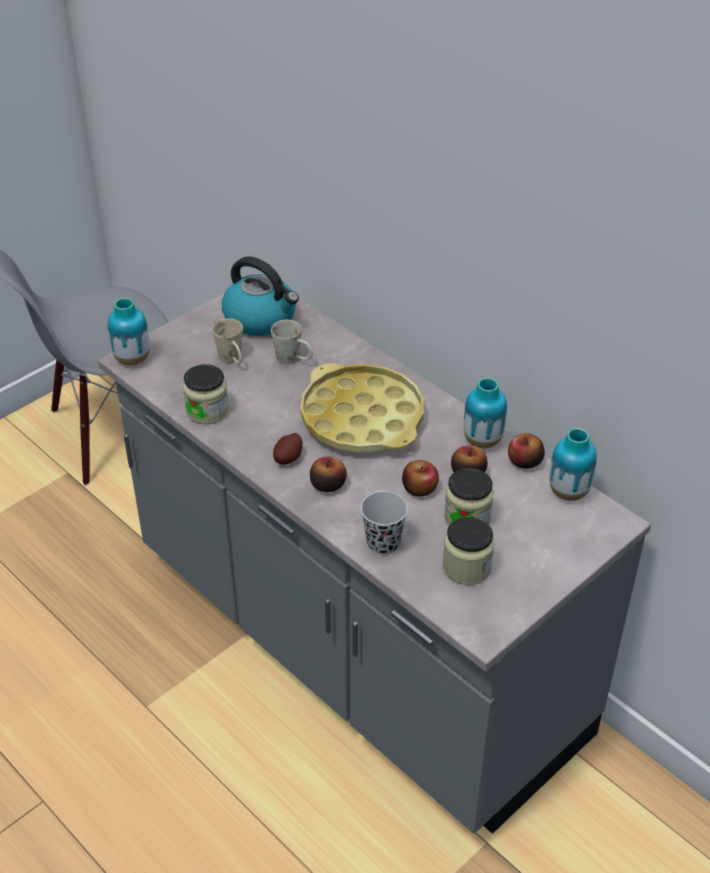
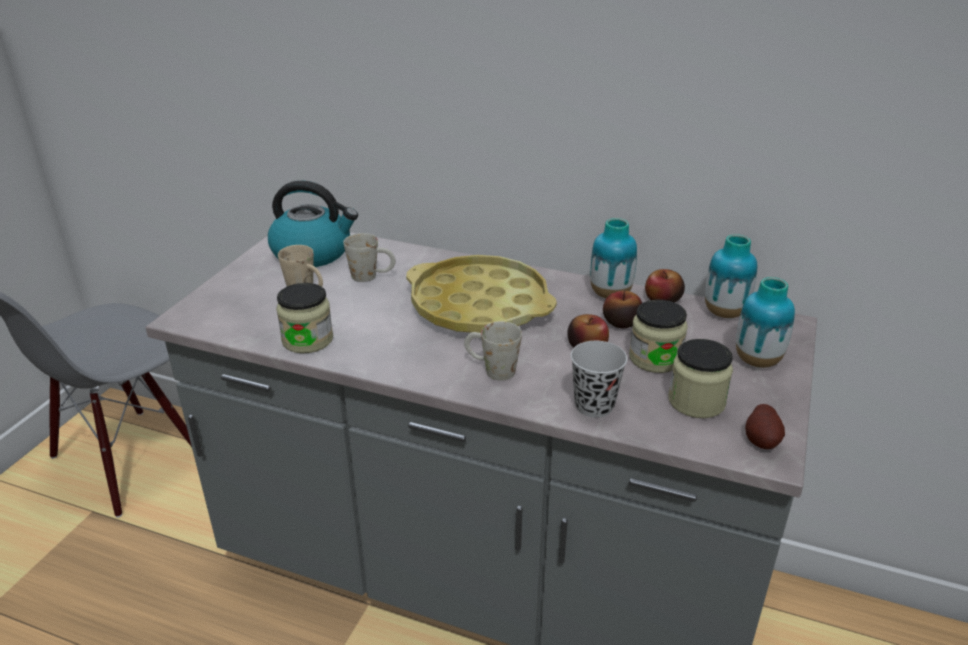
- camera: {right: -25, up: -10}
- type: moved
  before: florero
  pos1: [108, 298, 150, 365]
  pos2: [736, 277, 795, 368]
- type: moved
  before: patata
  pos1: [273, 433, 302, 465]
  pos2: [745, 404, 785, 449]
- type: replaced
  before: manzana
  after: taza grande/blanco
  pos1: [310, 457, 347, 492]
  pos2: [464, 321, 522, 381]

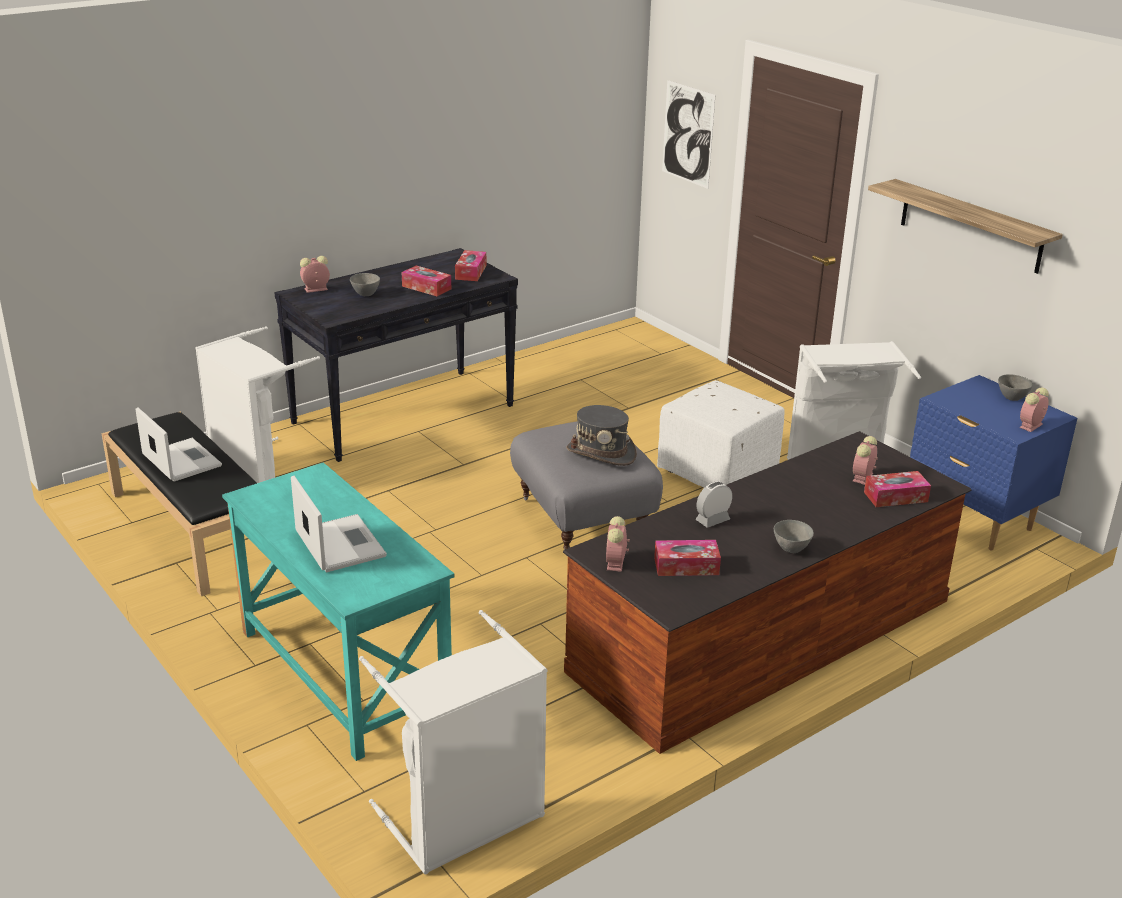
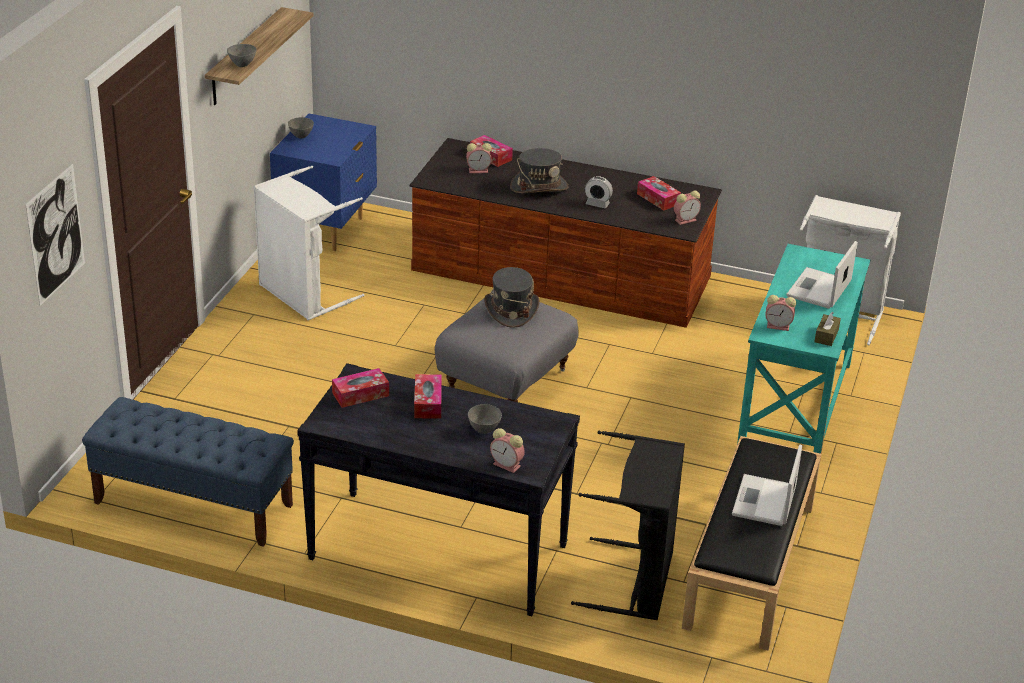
- camera: {right: -125, up: 5}
- type: removed
  before: puf/blanco
  pos1: [657, 380, 785, 488]
- type: added
  after: banco/azul
  pos2: [82, 397, 294, 547]
- type: added
  after: sombrero/gris
  pos2: [510, 148, 569, 193]
- type: added
  after: caja de pañuelos/marrón
  pos2: [814, 312, 841, 346]
- type: moved
  before: cuenco/gris
  pos1: [774, 520, 814, 553]
  pos2: [227, 44, 257, 67]
- type: moved
  before: despertador
  pos1: [1019, 387, 1049, 432]
  pos2: [765, 295, 796, 331]
- type: recoloured
  before: cesto de la ropa/blanco
  after: cesto de la ropa/negro
  pos1: [195, 327, 320, 483]
  pos2: [571, 431, 685, 620]

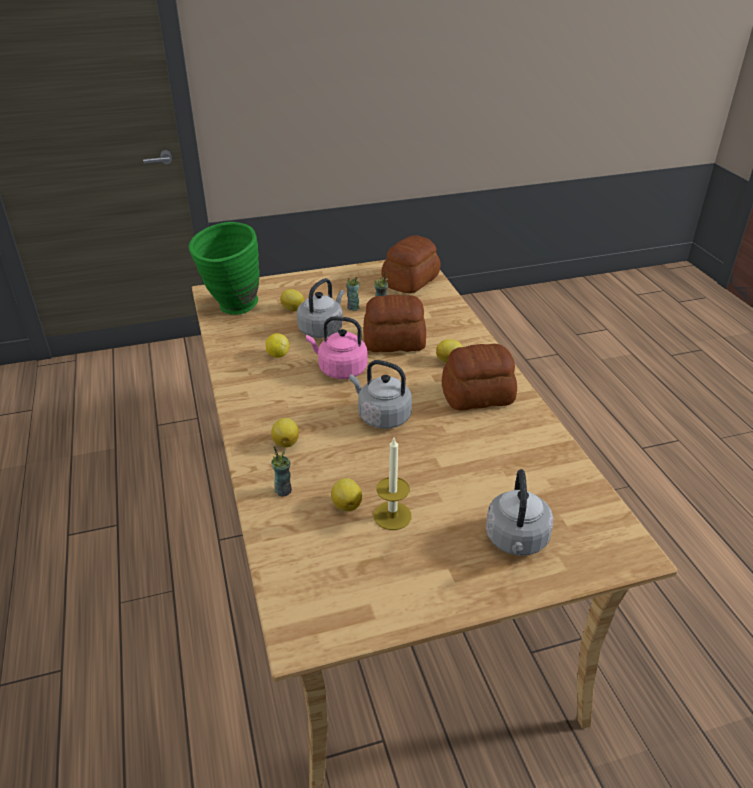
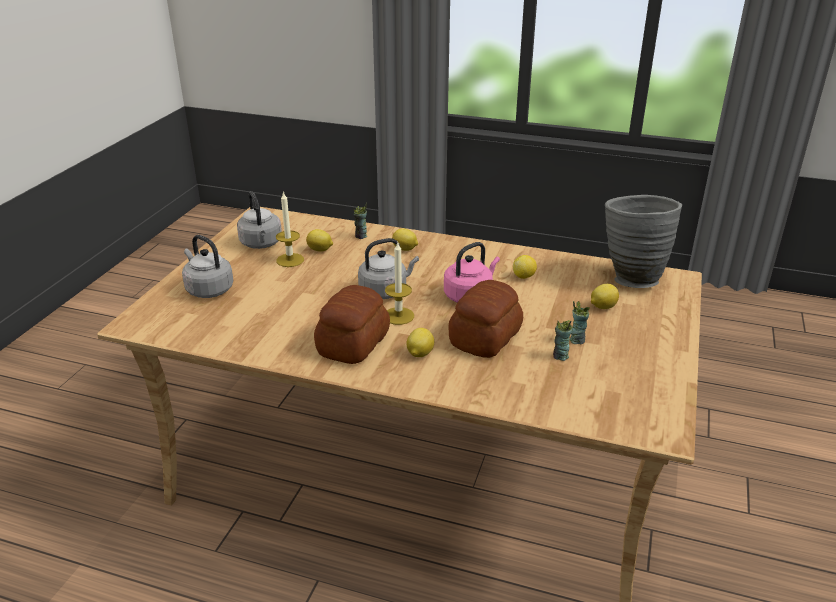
- camera: {right: 125, up: -5}
- type: removed
  before: pan
  pos1: [381, 235, 440, 293]
- type: added
  after: vela
  pos2: [385, 243, 414, 325]
- type: moved
  before: hervidor/gris
  pos1: [297, 278, 345, 338]
  pos2: [237, 191, 282, 249]
- type: recoloured
  before: florero/verde
  after: florero/gris
  pos1: [189, 222, 260, 315]
  pos2: [605, 195, 682, 288]

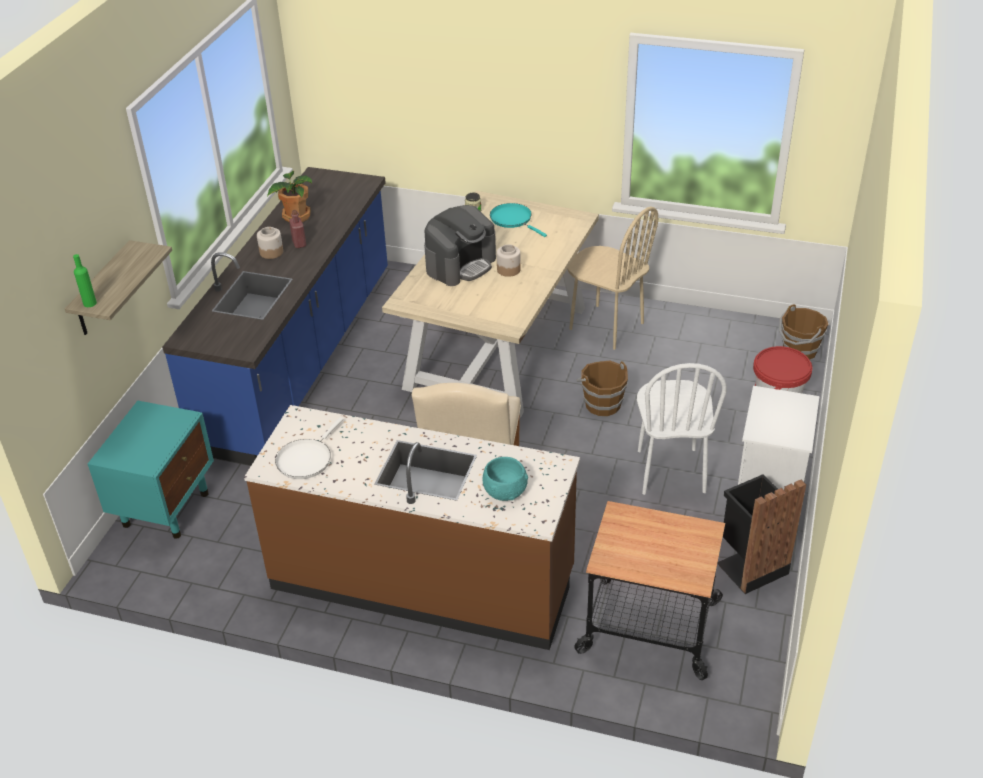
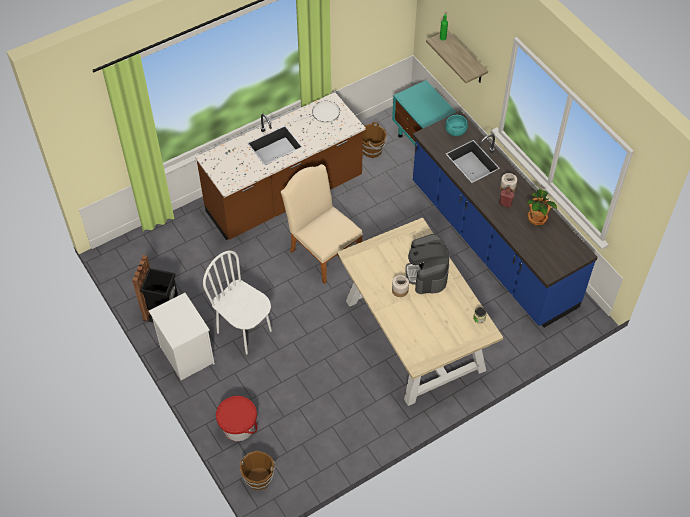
- camera: {right: 130, up: 15}
- type: removed
  before: sartén/turquesa
  pos1: [490, 203, 547, 237]
- type: removed
  before: silla/beis
  pos1: [567, 207, 658, 350]
- type: removed
  before: carrito
  pos1: [574, 501, 725, 680]
- type: moved
  before: cuenco/turquesa
  pos1: [482, 457, 528, 501]
  pos2: [445, 115, 468, 136]
- type: moved
  before: cubo/marrón
  pos1: [576, 361, 628, 416]
  pos2: [363, 122, 387, 158]
- type: turned
  before: sartén/blanco
  pos1: [275, 417, 344, 479]
  pos2: [293, 101, 340, 123]
  turn: 90

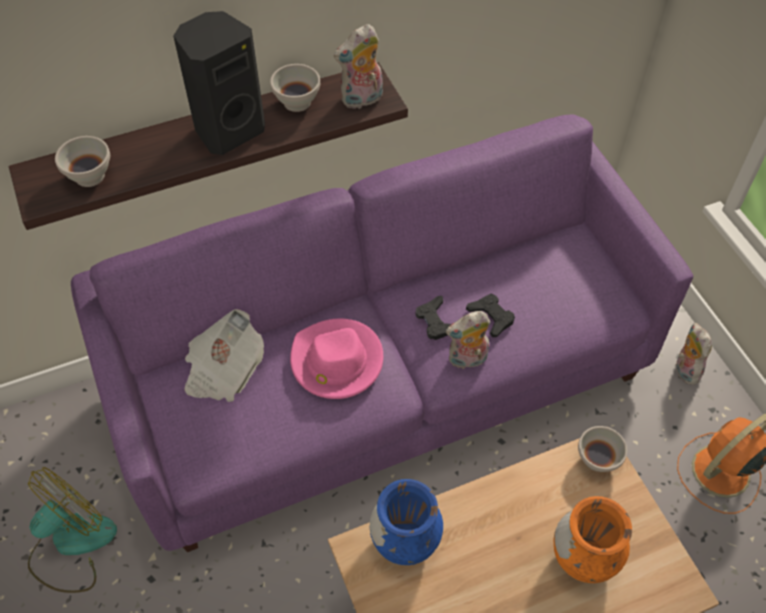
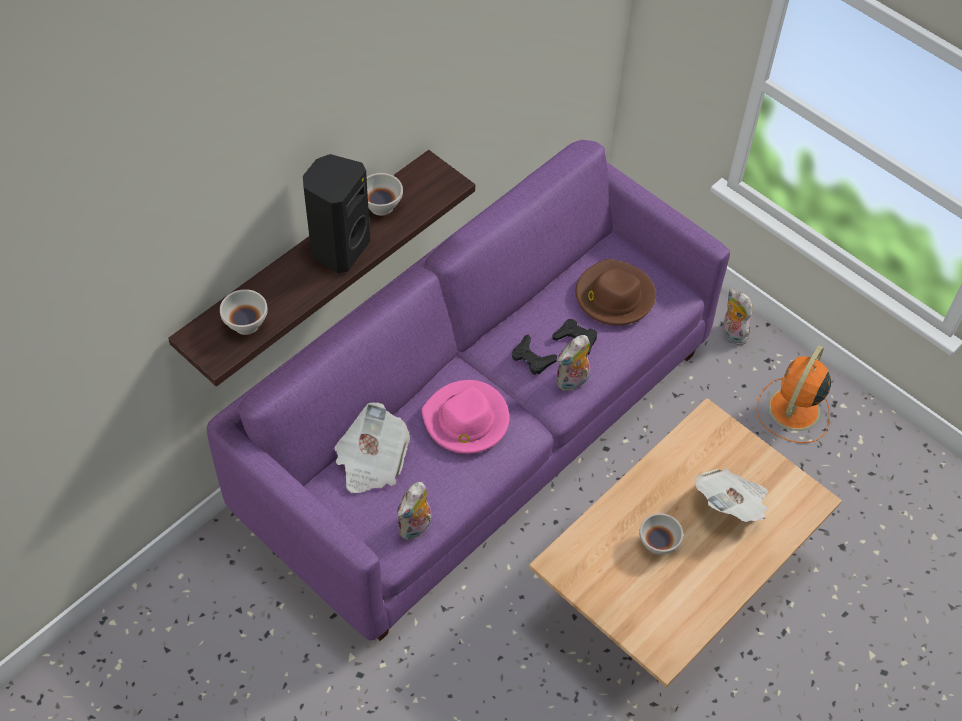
- camera: {right: -25, up: 0}
- type: removed
  before: ventilador
  pos1: [28, 467, 117, 593]
- type: removed
  before: florero/azul
  pos1: [370, 479, 443, 565]
- type: added
  after: sombrero/marrón
  pos2: [576, 259, 656, 325]
- type: moved
  before: peluche
  pos1: [334, 24, 383, 110]
  pos2: [397, 482, 432, 540]
- type: moved
  before: cuenco/blanco
  pos1: [578, 426, 627, 472]
  pos2: [639, 513, 683, 555]
- type: replaced
  before: florero/naranja
  after: periódico
  pos1: [554, 496, 632, 583]
  pos2: [695, 468, 768, 522]

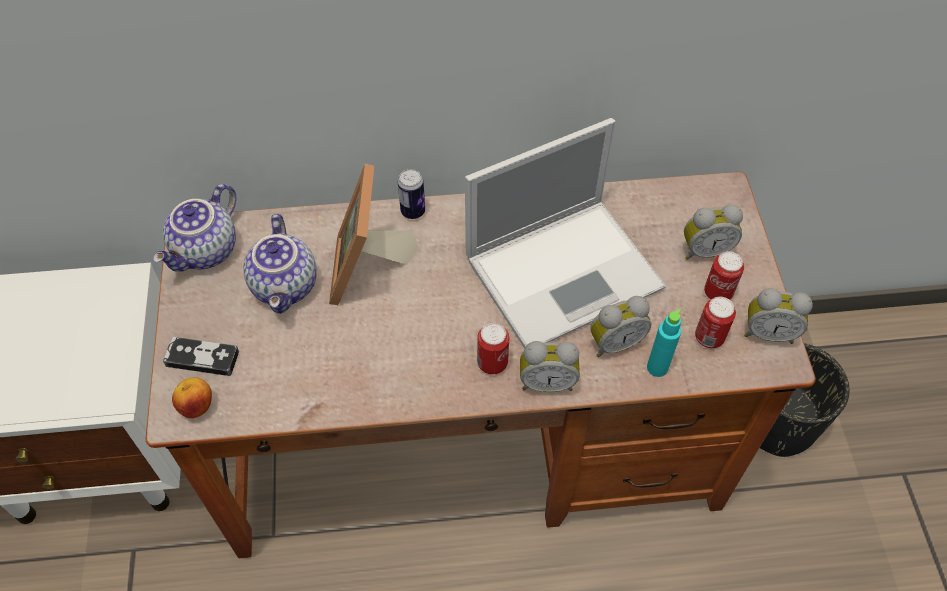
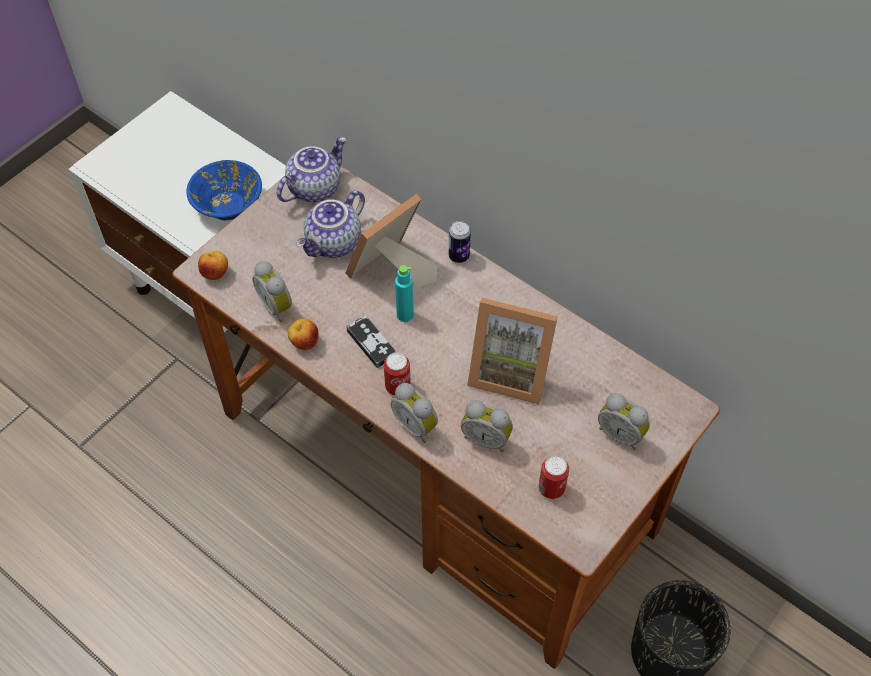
- camera: {right: 45, up: 0}
- type: removed
  before: lata
  pos1: [704, 251, 744, 300]
- type: added
  after: cuenco/azul
  pos2: [186, 160, 262, 220]
- type: added
  after: manzana
  pos2: [288, 318, 319, 350]
- type: moved
  before: mando de consola
  pos1: [163, 337, 239, 376]
  pos2: [346, 315, 396, 368]
- type: moved
  before: botella/turquesa
  pos1: [647, 309, 681, 377]
  pos2: [395, 265, 414, 322]
- type: moved
  before: despertador
  pos1: [744, 288, 813, 344]
  pos2: [252, 261, 292, 322]
- type: replaced
  before: portátil
  after: portarretratos
  pos1: [465, 118, 666, 349]
  pos2: [467, 298, 558, 405]
- type: turned
  before: tetera
  pos1: [153, 184, 236, 272]
  pos2: [276, 137, 347, 202]
  turn: 150

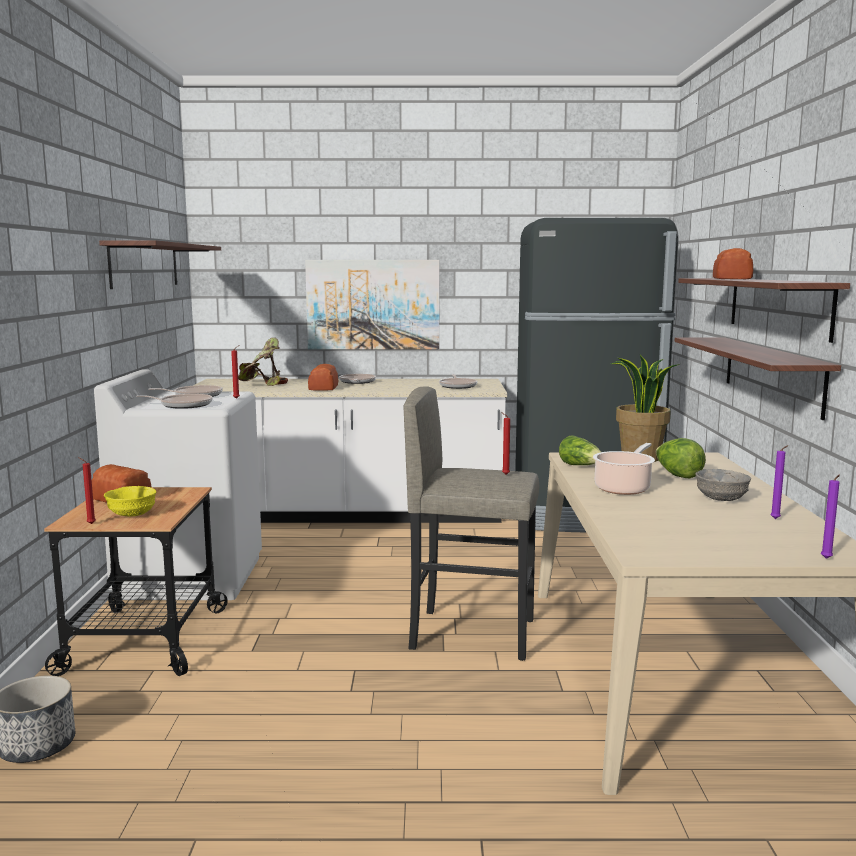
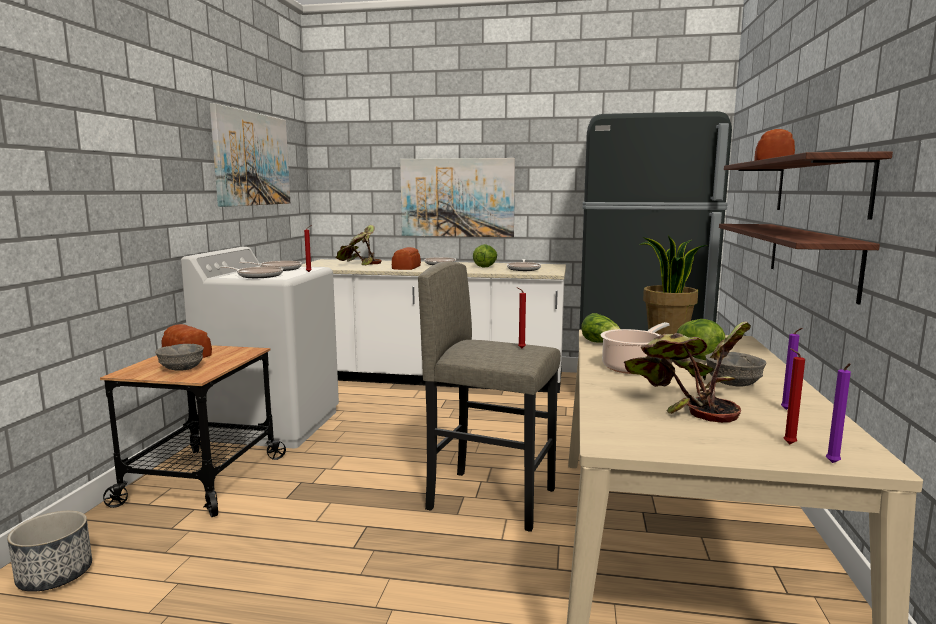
- camera: {right: 10, up: 0}
- type: added
  after: lechuga
  pos2: [473, 244, 497, 268]
- type: added
  after: planta en maceta
  pos2: [624, 321, 751, 423]
- type: moved
  before: vela/rojo
  pos1: [78, 457, 96, 524]
  pos2: [784, 348, 805, 444]
- type: replaced
  before: estante
  after: cuadro
  pos1: [99, 240, 221, 289]
  pos2: [210, 103, 290, 207]
- type: recoloured
  before: cuenco/amarillo
  after: cuenco/gris
  pos1: [104, 486, 156, 517]
  pos2: [155, 344, 204, 371]

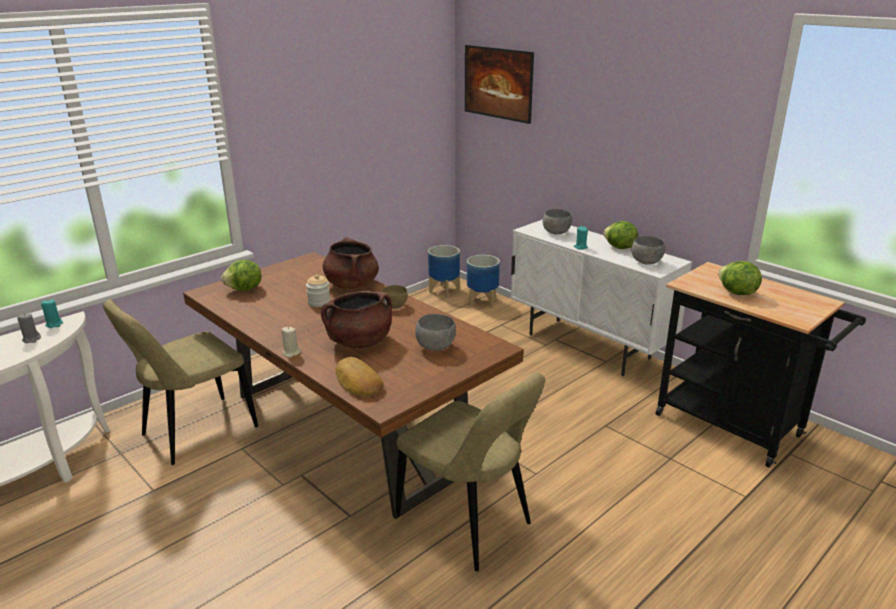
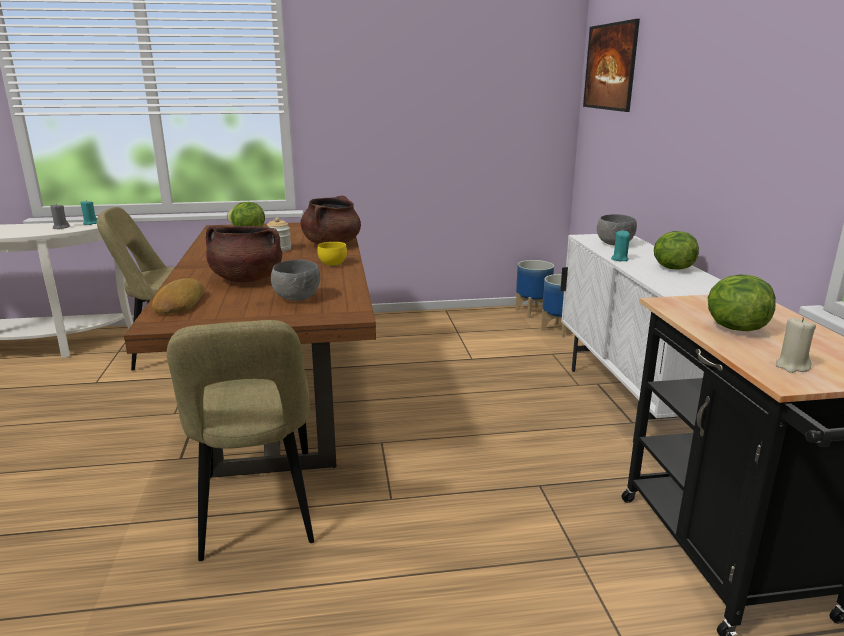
- camera: {right: 35, up: -5}
- type: removed
  before: cuenco/gris
  pos1: [632, 236, 666, 265]
- type: moved
  before: vela/beis
  pos1: [281, 327, 301, 358]
  pos2: [776, 317, 816, 373]
- type: recoloured
  before: cuenco/marrón
  after: cuenco/amarillo
  pos1: [382, 285, 408, 309]
  pos2: [317, 242, 347, 266]

